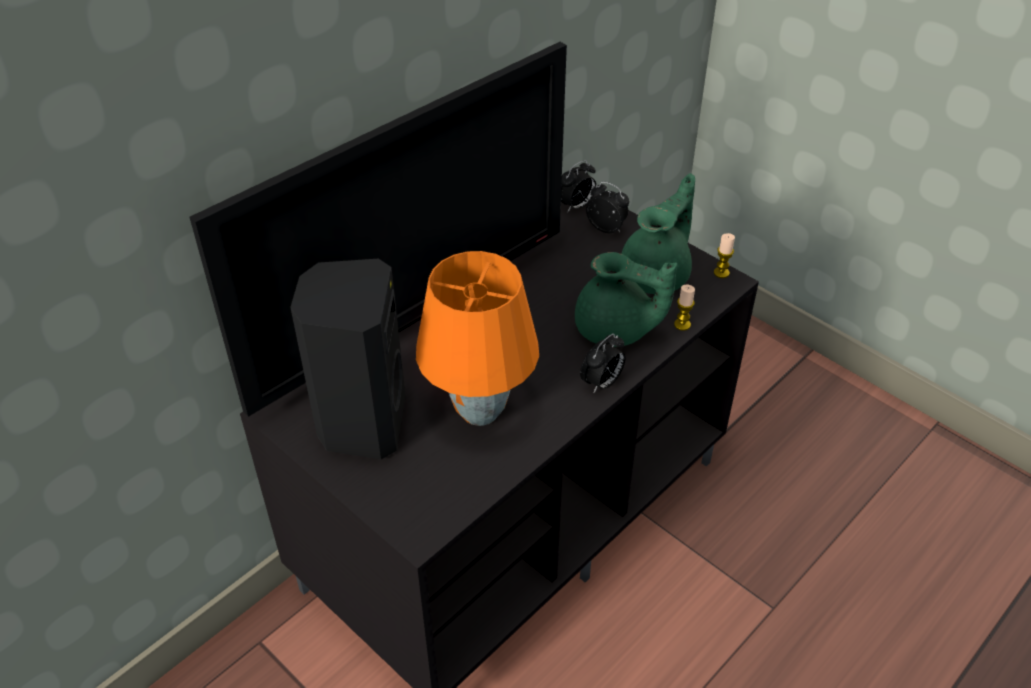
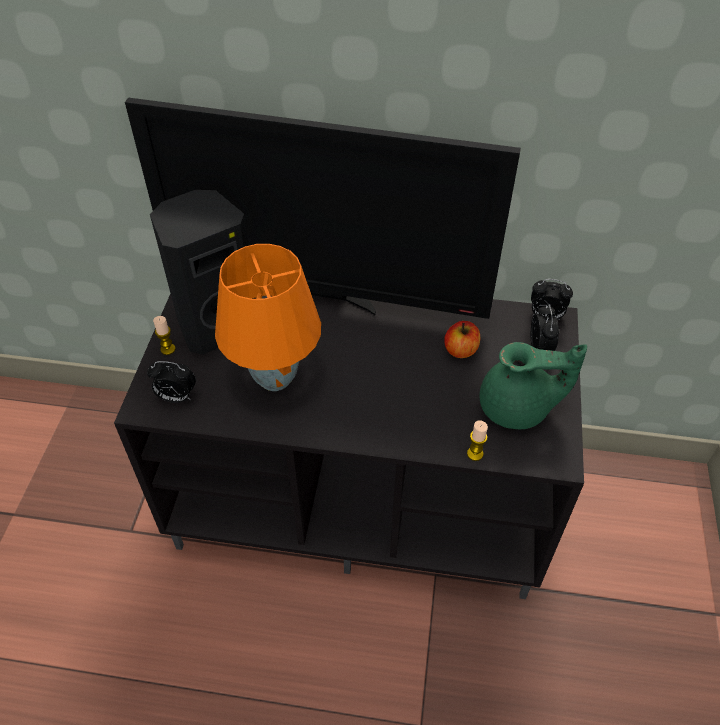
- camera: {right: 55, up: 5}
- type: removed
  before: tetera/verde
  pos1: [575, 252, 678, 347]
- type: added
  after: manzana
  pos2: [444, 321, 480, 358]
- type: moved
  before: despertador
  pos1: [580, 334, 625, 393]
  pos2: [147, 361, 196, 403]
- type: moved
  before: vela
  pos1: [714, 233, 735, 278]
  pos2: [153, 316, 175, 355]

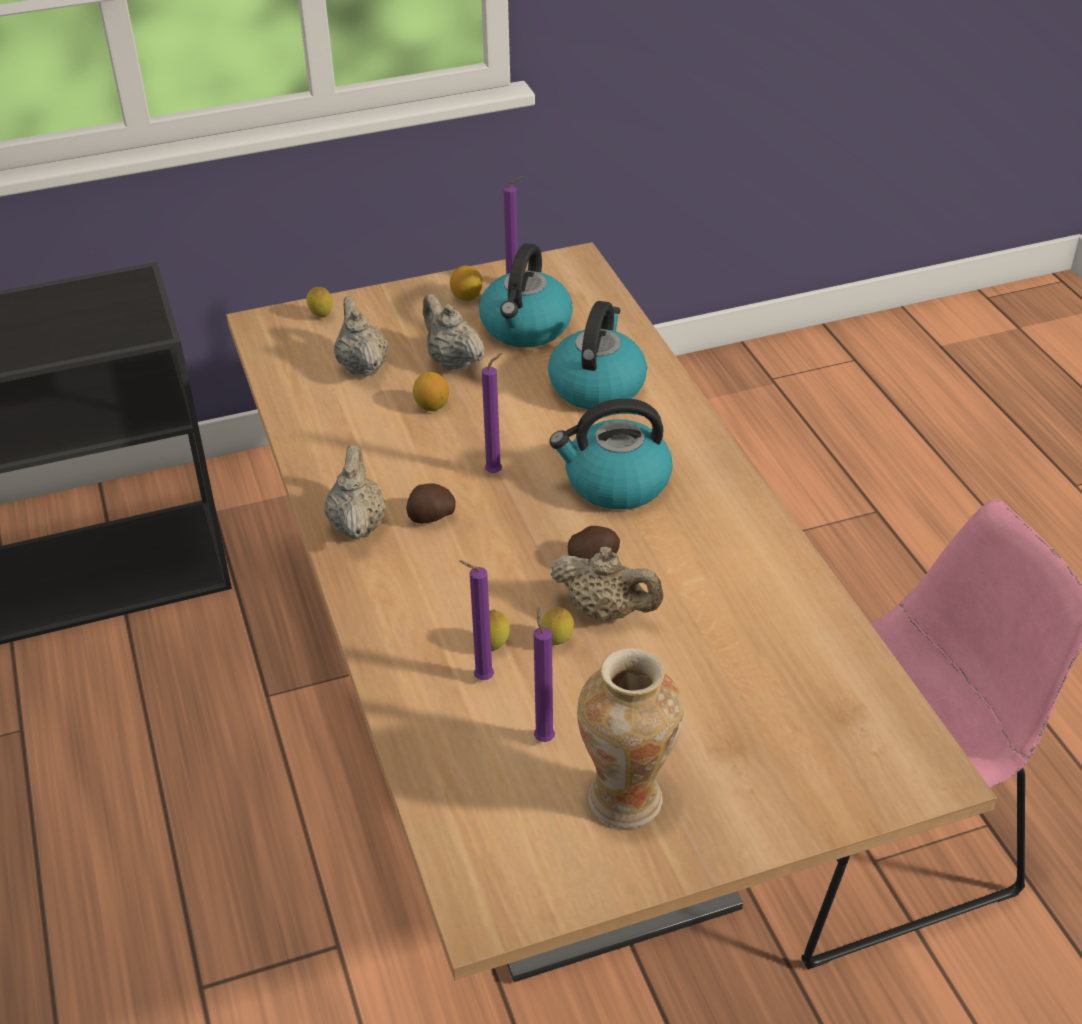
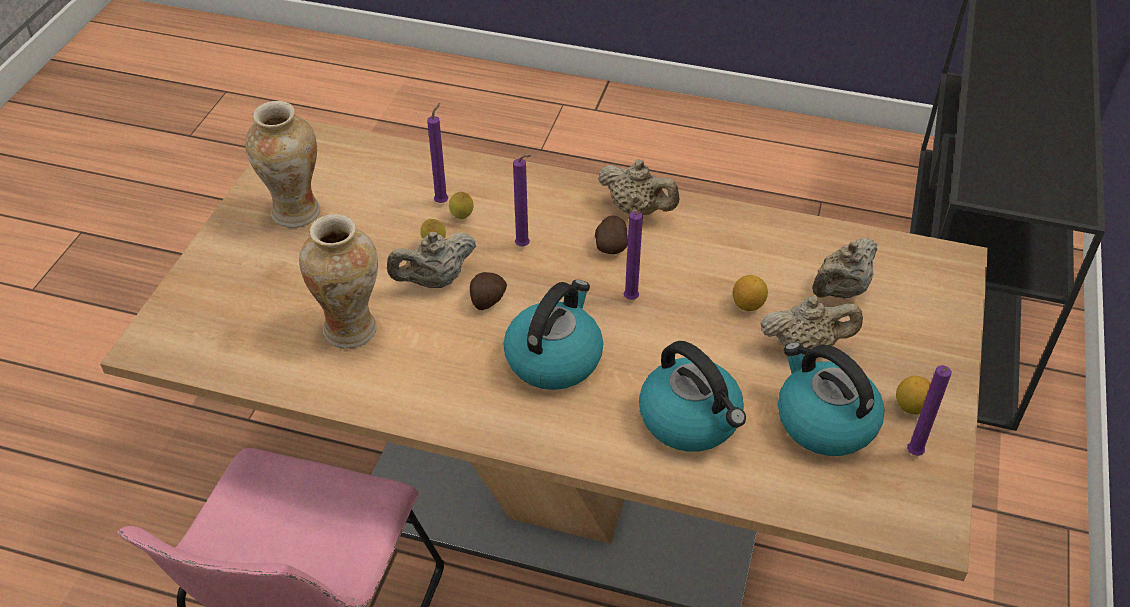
- camera: {right: 125, up: 5}
- type: removed
  before: limón
  pos1: [306, 287, 333, 318]
- type: added
  after: florero
  pos2: [299, 214, 378, 349]
- type: moved
  before: vela/morado
  pos1: [534, 607, 555, 742]
  pos2: [513, 155, 532, 246]
- type: turned
  before: tetera/beis
  pos1: [334, 296, 389, 377]
  pos2: [812, 238, 877, 299]
  turn: 120

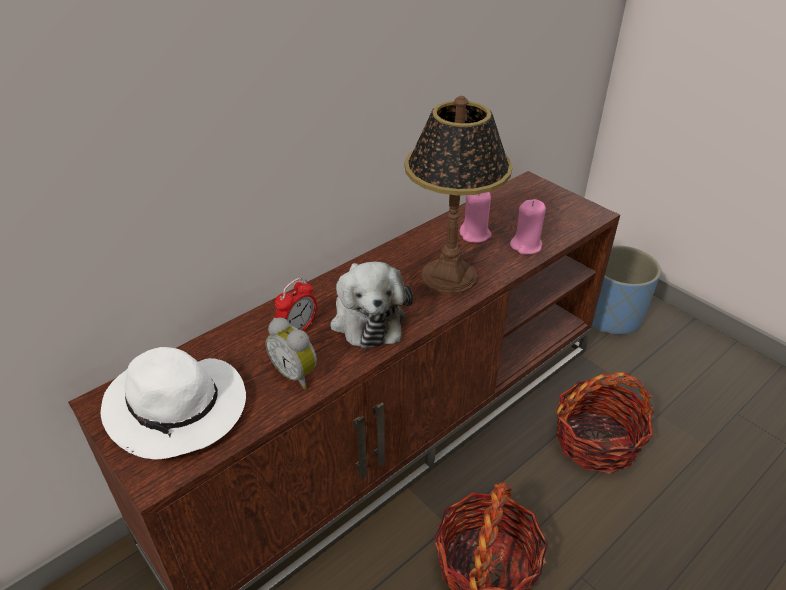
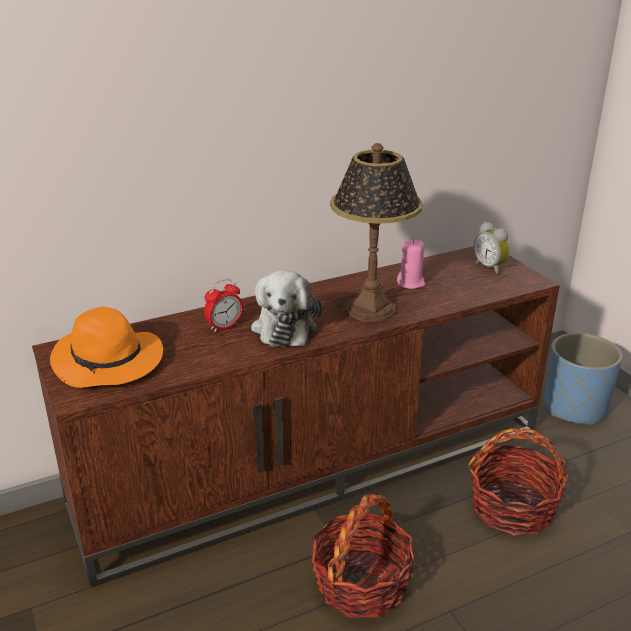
- camera: {right: 15, up: -10}
- type: removed
  before: vela/rosa
  pos1: [510, 199, 546, 254]
- type: moved
  before: despertador
  pos1: [265, 318, 317, 389]
  pos2: [474, 222, 510, 275]
- type: recoloured
  before: sombrero/blanco
  after: sombrero/naranja
  pos1: [101, 347, 246, 460]
  pos2: [50, 307, 163, 388]

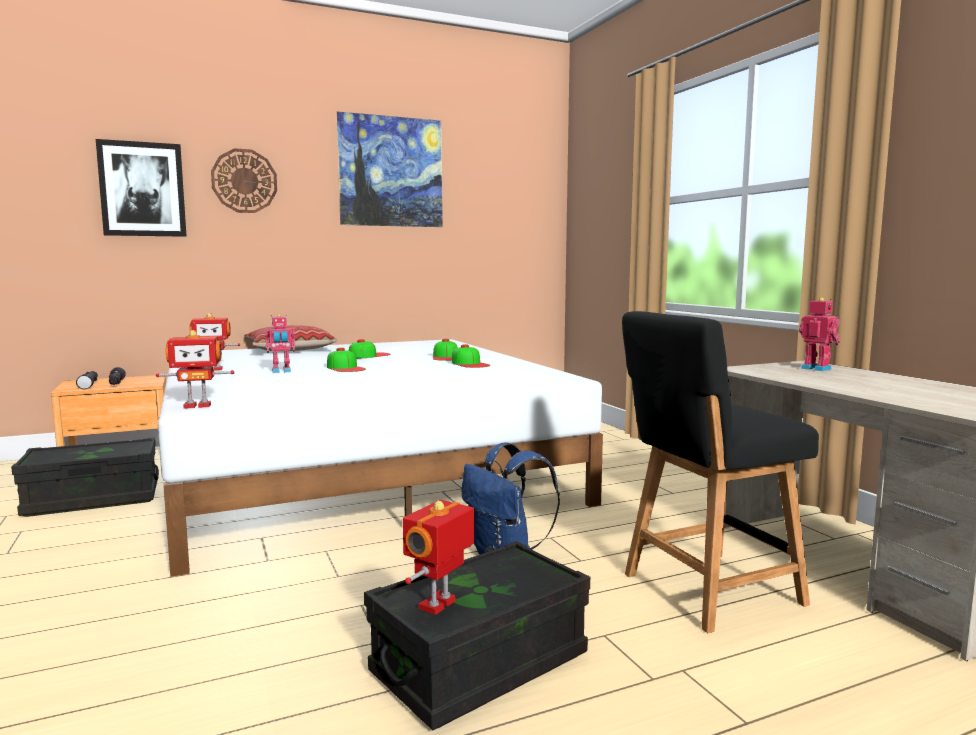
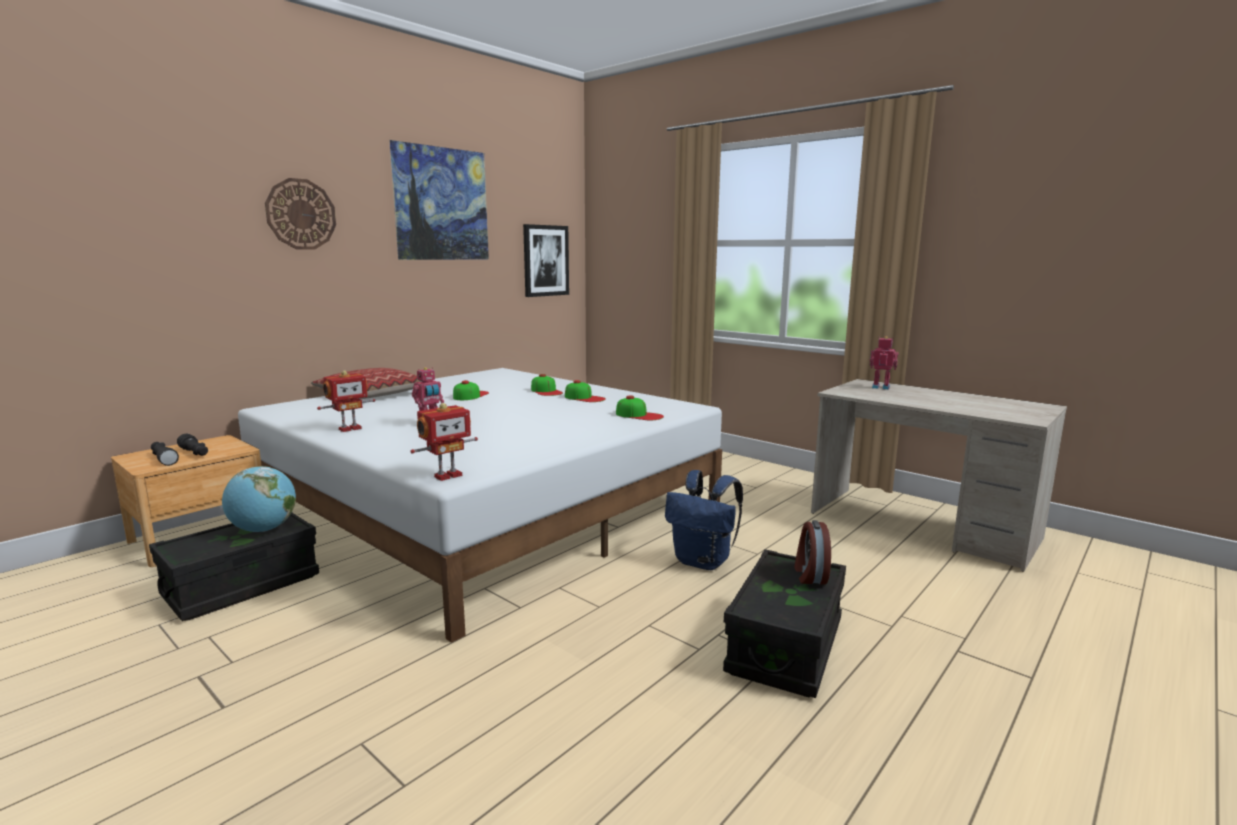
- camera: {right: -25, up: 5}
- type: removed
  before: robot de juguete
  pos1: [403, 500, 474, 615]
- type: removed
  before: silla/negro
  pos1: [622, 311, 819, 633]
- type: added
  after: globo terráqueo
  pos2: [222, 466, 296, 532]
- type: added
  after: despertador
  pos2: [794, 520, 831, 585]
- type: moved
  before: cuadro
  pos1: [96, 139, 187, 237]
  pos2: [523, 224, 569, 297]
- type: moved
  before: gorra
  pos1: [327, 348, 366, 372]
  pos2: [616, 395, 664, 420]

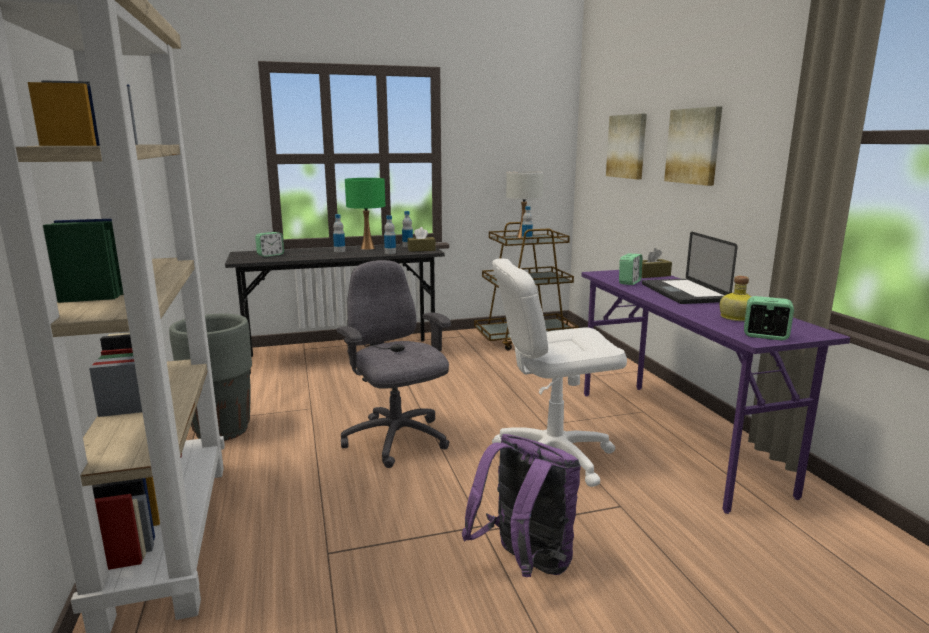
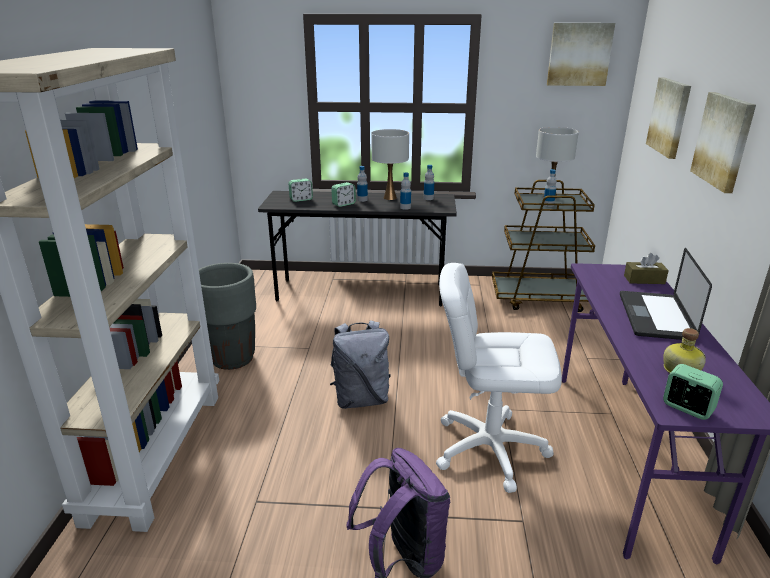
- camera: {right: 20, up: 10}
- type: removed
  before: caja de pañuelos/marrón
  pos1: [407, 227, 436, 252]
- type: added
  after: cuadro
  pos2: [547, 23, 615, 86]
- type: moved
  before: despertador
  pos1: [619, 254, 643, 285]
  pos2: [331, 182, 356, 207]
- type: replaced
  before: silla de oficina/gris
  after: mochila/gris
  pos1: [337, 260, 451, 468]
  pos2: [330, 320, 391, 409]
- type: recoloured
  before: lámpara de mesa/verde
  after: lámpara de mesa/blanco
  pos1: [345, 178, 385, 250]
  pos2: [371, 129, 409, 200]

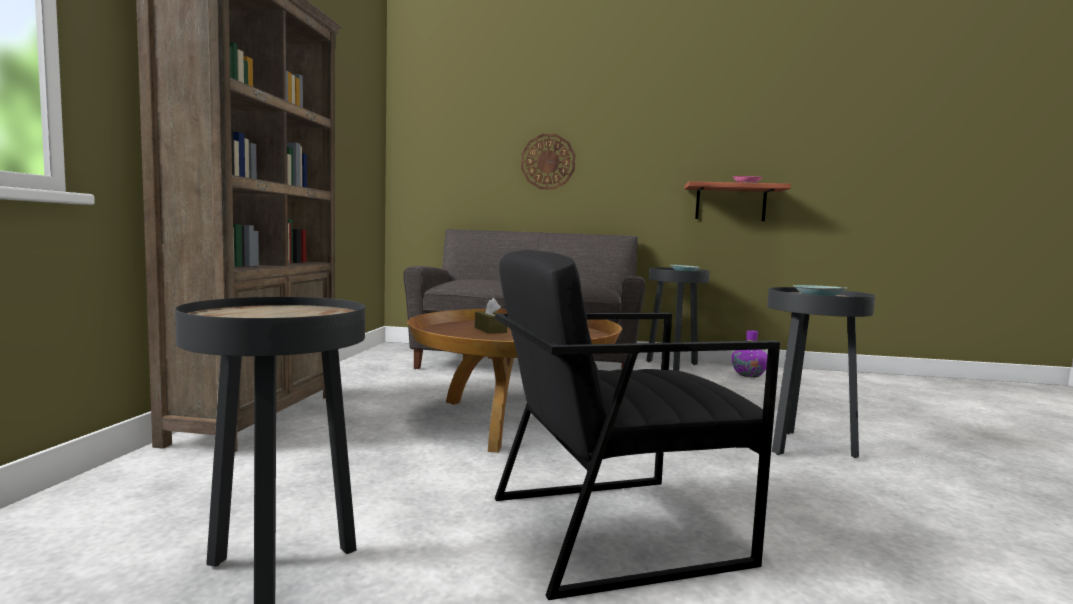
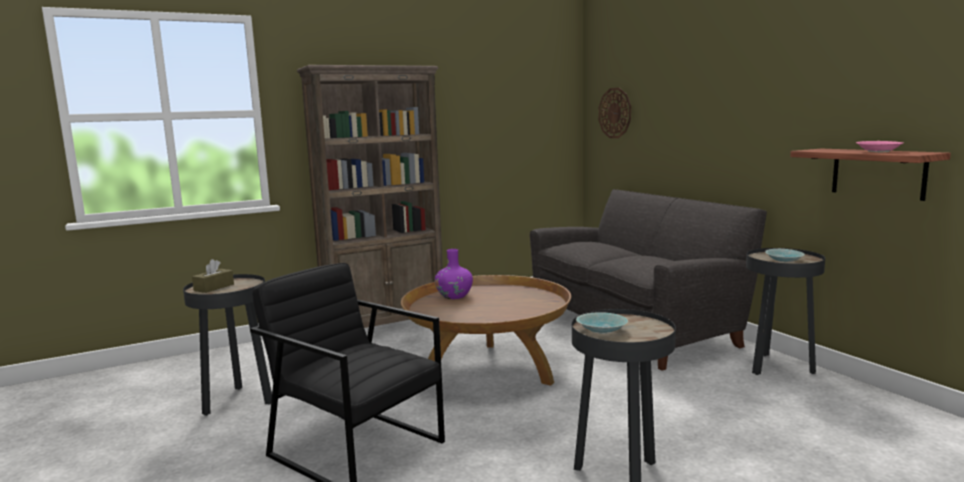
- camera: {right: 55, up: 5}
- type: moved
  before: caja de pañuelos/marrón
  pos1: [475, 298, 507, 334]
  pos2: [192, 259, 234, 293]
- type: moved
  before: reloj de pared
  pos1: [521, 134, 576, 190]
  pos2: [599, 88, 631, 138]
- type: moved
  before: florero/morado
  pos1: [731, 330, 767, 377]
  pos2: [435, 249, 473, 299]

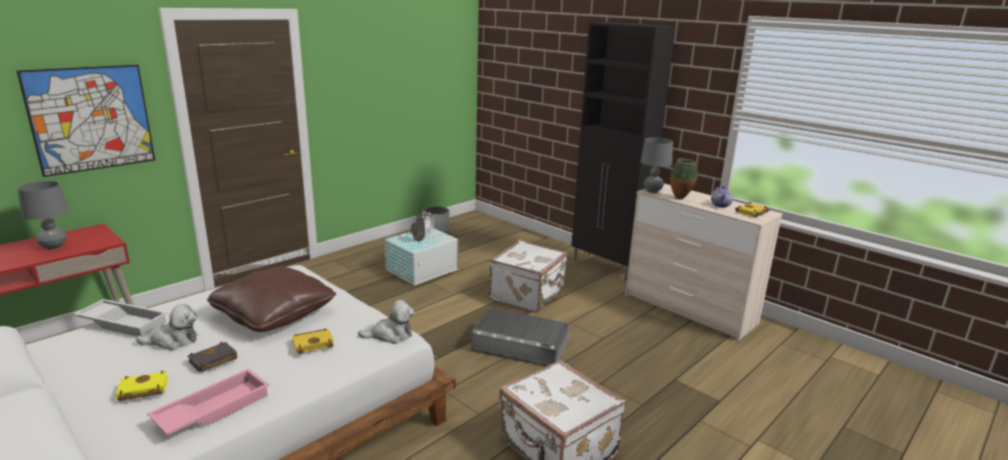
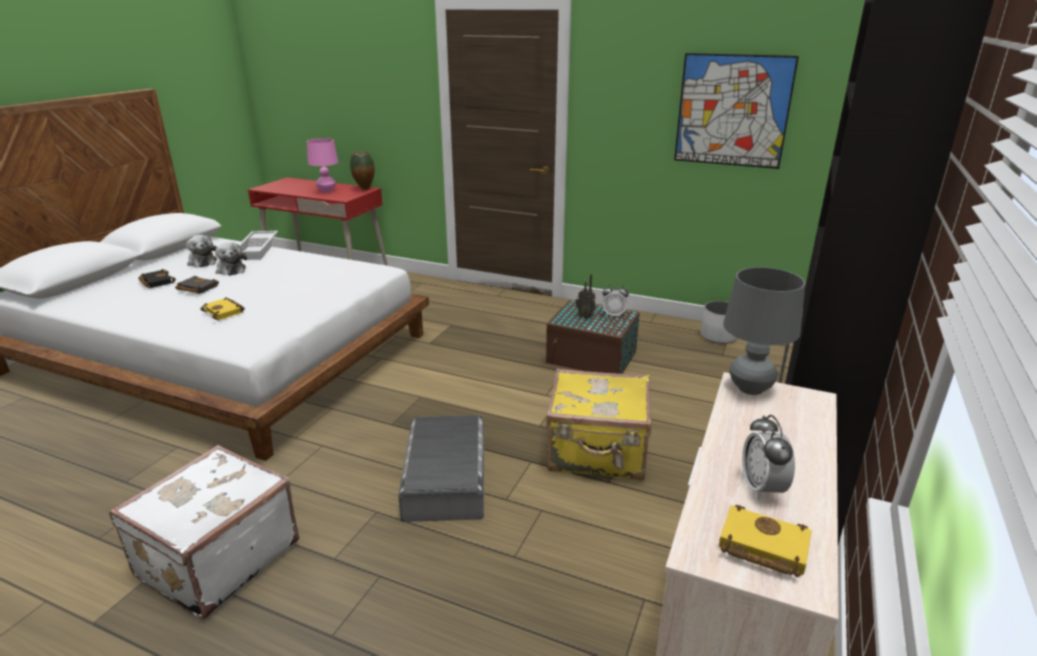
- camera: {right: 70, up: 5}
- type: removed
  before: bandeja/rosa
  pos1: [147, 369, 269, 435]
- type: removed
  before: cojín/marrón
  pos1: [207, 266, 336, 332]
- type: moved
  before: cuadro
  pos1: [17, 65, 155, 177]
  pos2: [674, 53, 799, 169]
- type: moved
  before: peluche
  pos1: [358, 300, 415, 344]
  pos2: [186, 235, 217, 268]
- type: moved
  before: florero
  pos1: [670, 158, 698, 199]
  pos2: [350, 151, 375, 190]
- type: replaced
  before: tetera
  after: despertador
  pos1: [711, 186, 733, 208]
  pos2: [742, 415, 795, 500]
- type: recoloured
  before: lámpara de mesa/gris
  after: lámpara de mesa/rosa
  pos1: [18, 181, 69, 250]
  pos2: [307, 138, 338, 193]
- type: recoloured
  before: libro/amarillo
  after: libro/negro
  pos1: [116, 371, 168, 401]
  pos2: [138, 269, 176, 288]
- type: recoloured
  before: caja de almacenaje/blanco
  after: caja de almacenaje/marrón
  pos1: [385, 228, 458, 285]
  pos2: [546, 300, 640, 374]
- type: recoloured
  before: maleta/blanco
  after: maleta/amarillo
  pos1: [489, 240, 567, 312]
  pos2: [546, 369, 651, 480]

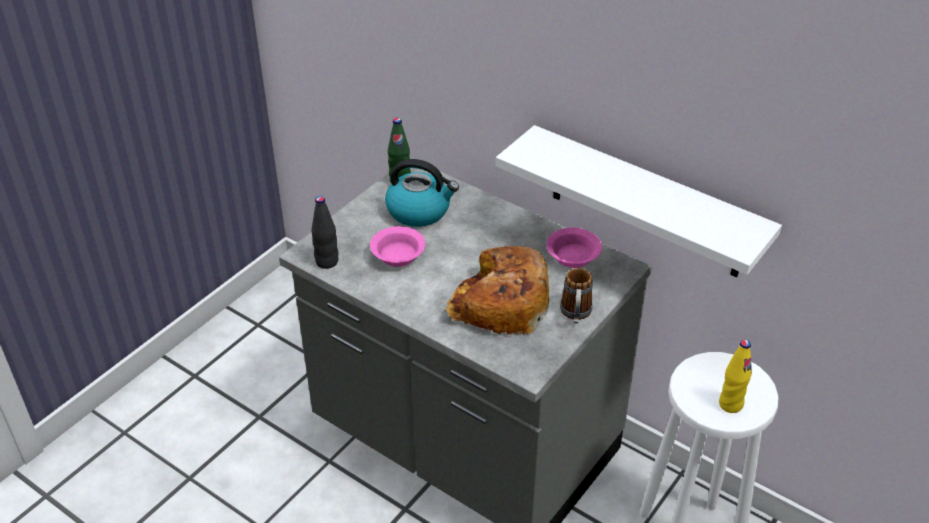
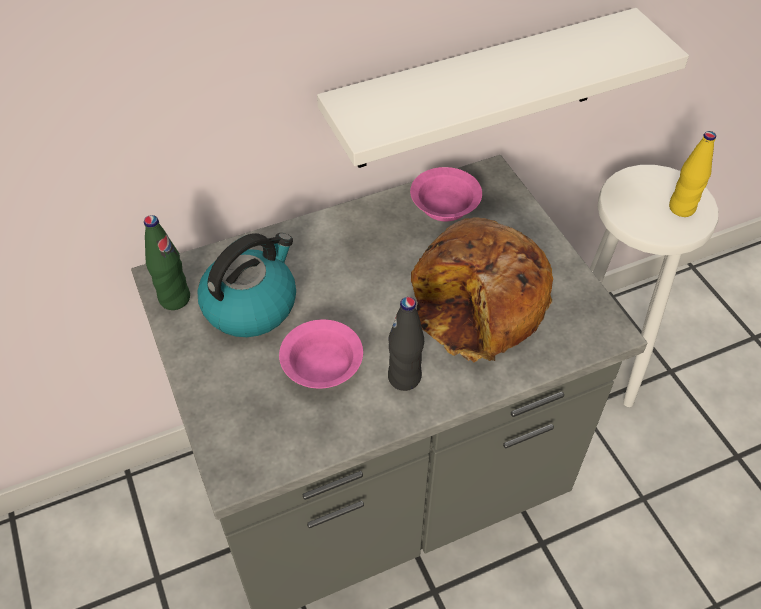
- camera: {right: -60, up: 10}
- type: removed
  before: taza grande
  pos1: [560, 268, 593, 324]
- type: moved
  before: botella/negro
  pos1: [312, 196, 338, 269]
  pos2: [388, 297, 424, 391]

